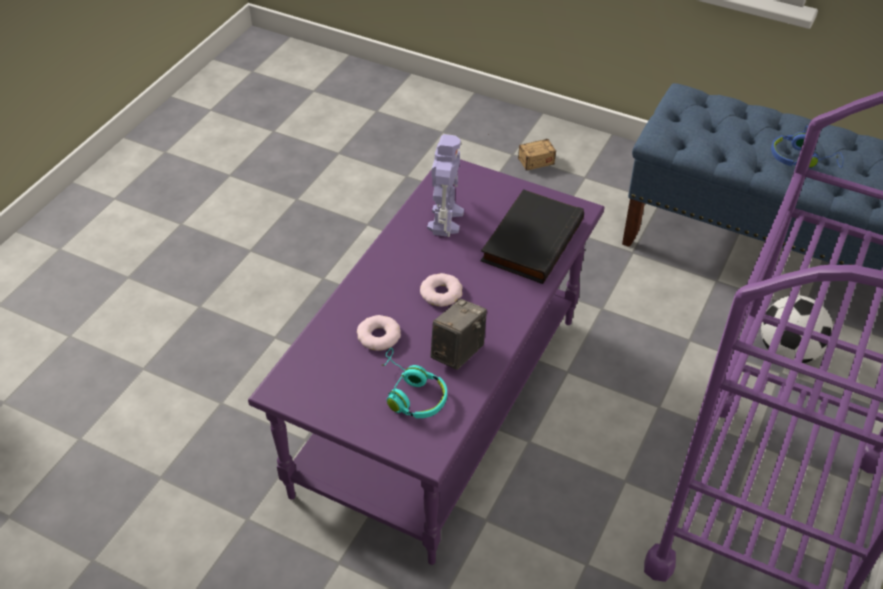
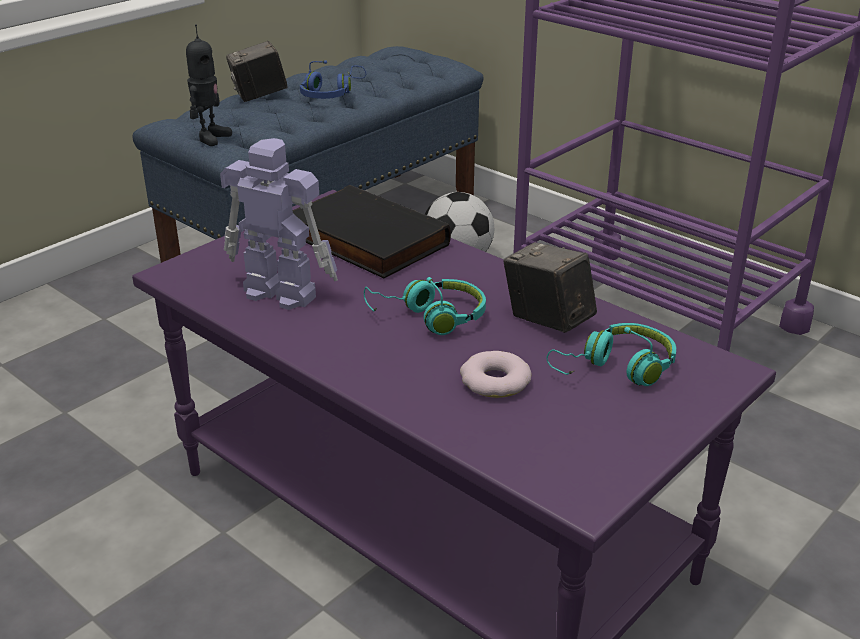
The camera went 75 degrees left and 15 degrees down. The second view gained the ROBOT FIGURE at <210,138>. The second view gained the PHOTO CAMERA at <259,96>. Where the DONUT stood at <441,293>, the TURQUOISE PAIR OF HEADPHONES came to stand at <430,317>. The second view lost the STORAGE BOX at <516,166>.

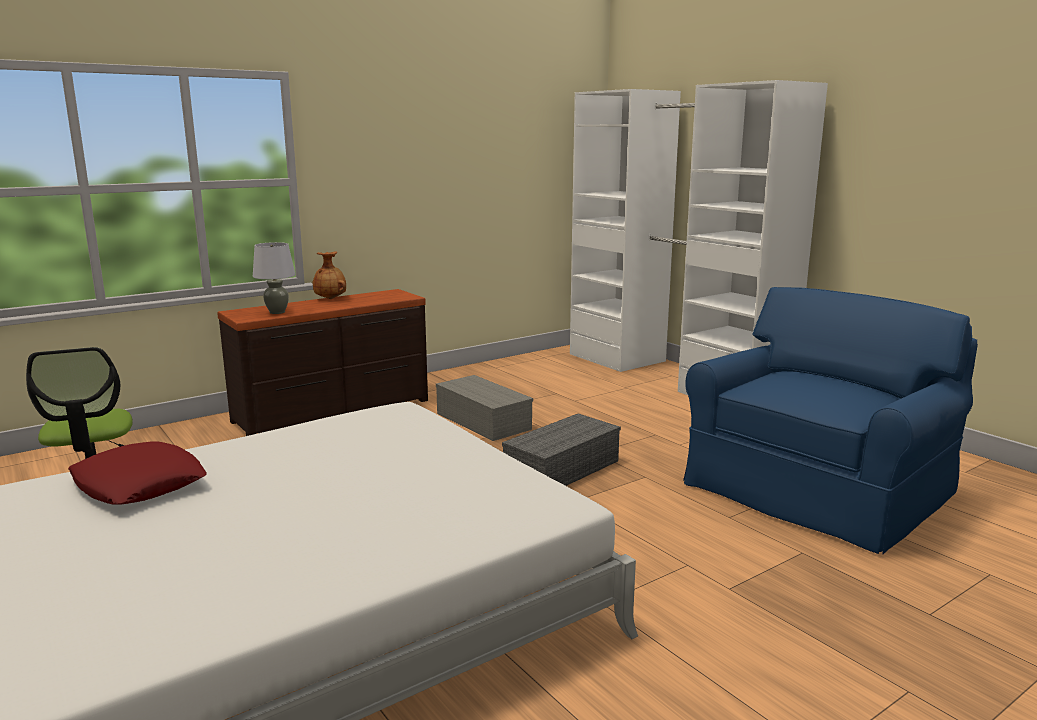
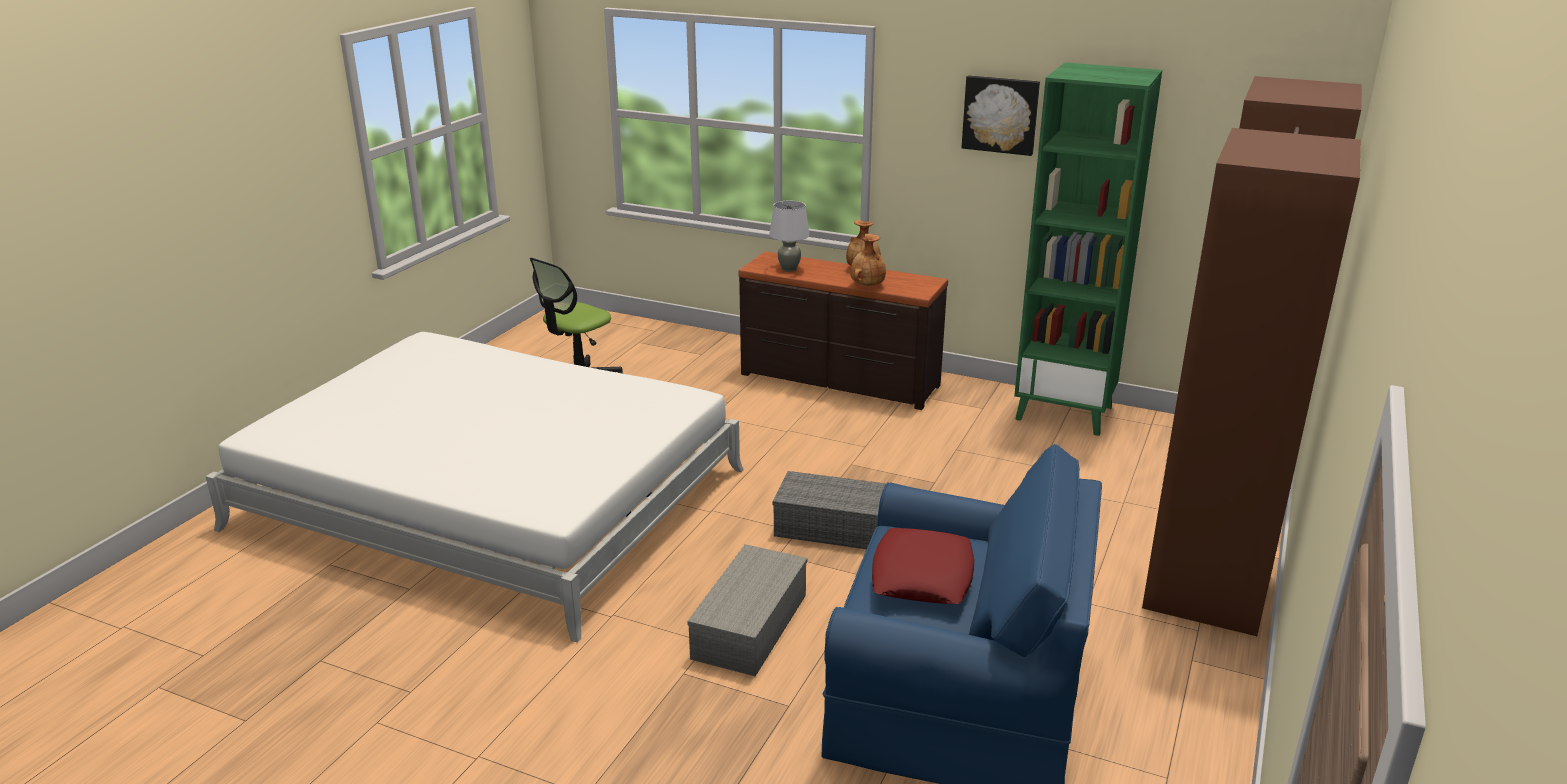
The camera went 60 degrees right and 10 degrees up. The GREYISH STORAGE BOX ended up elsewhere, having gone from <481,421> to <749,624>. The second view gained the BROWN-COLOURED FLOWER VASE at <867,285>. The RED THROW PILLOW ended up elsewhere, having gone from <138,484> to <922,576>. The second view gained the PICTURE at <1000,114>. The second view gained the GREENISH BOOKSHELF at <1065,413>. What was the WHITISH CLOTHES CUPBOARD at <672,375> turned into the BROWN-COLOURED CLOTHES CUPBOARD at <1219,522>.

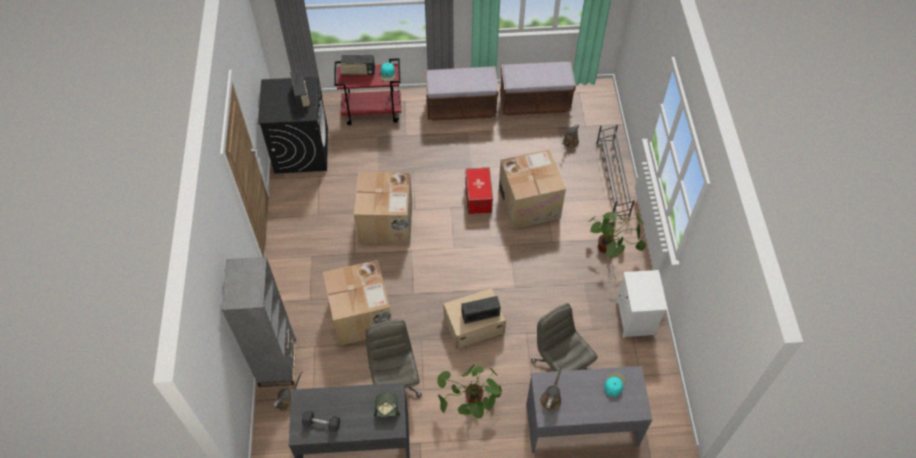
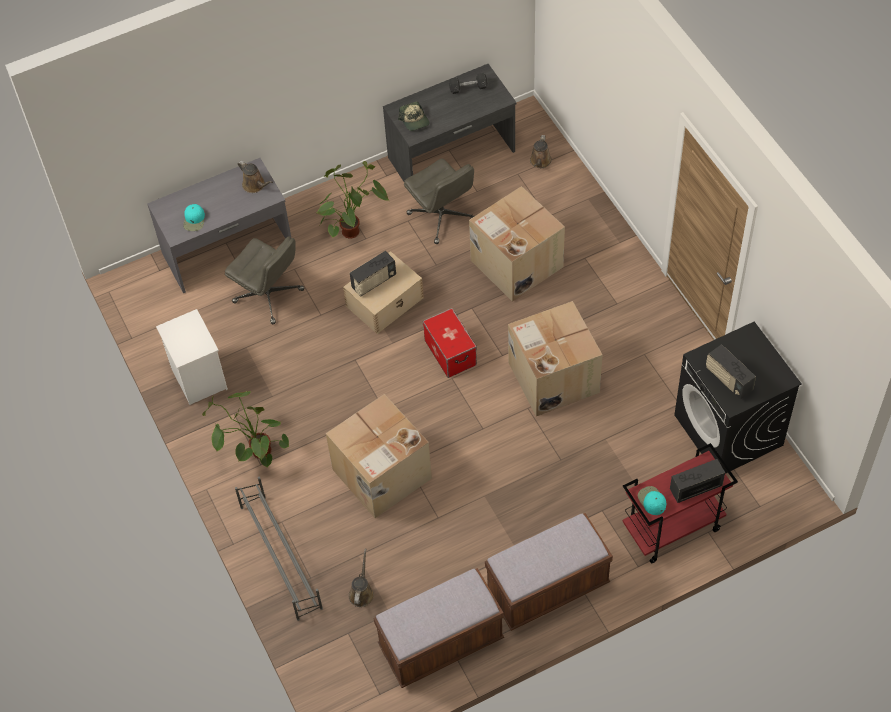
The camera went 160 degrees right and 0 degrees up. The BROWN-COLOURED WATERING CAN at <551,398> ended up facing another way, 45 degrees counterclockwise from before. The STORAGE BOX ended up elsewhere, having gone from <478,198> to <450,352>. The second view lost the GREYISH BOOKSHELF at <278,362>.

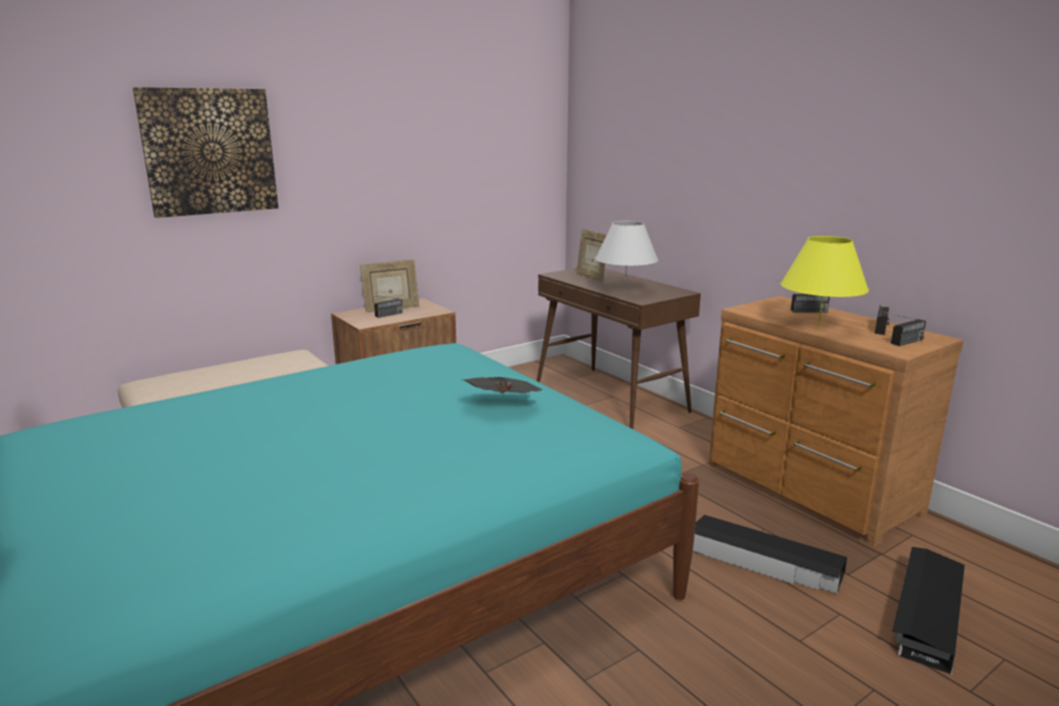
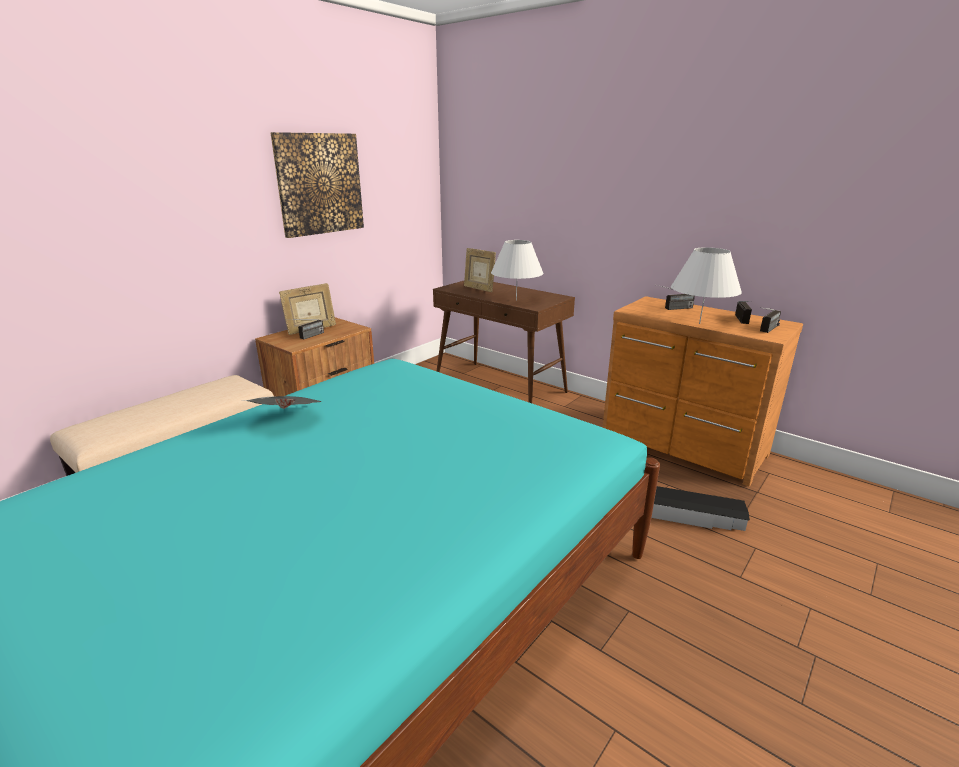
The camera went 15 degrees left and 5 degrees up. The PRINTED PAPER ended up elsewhere, having gone from <504,406> to <288,419>. The PICTURE ended up elsewhere, having gone from <209,151> to <319,184>. What was the YELLOWISH LAMP FOR A TABLE at <817,329> turned into the WHITISH LAMP FOR A TABLE at <699,323>. The second view lost the BLACK-COLOURED STORAGE BOX at <926,614>.

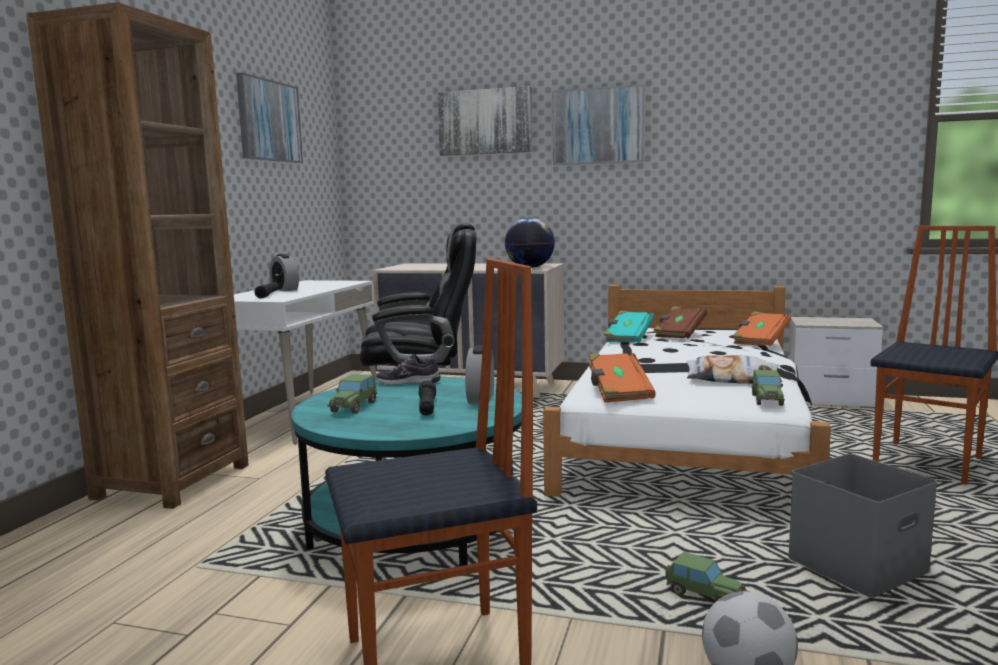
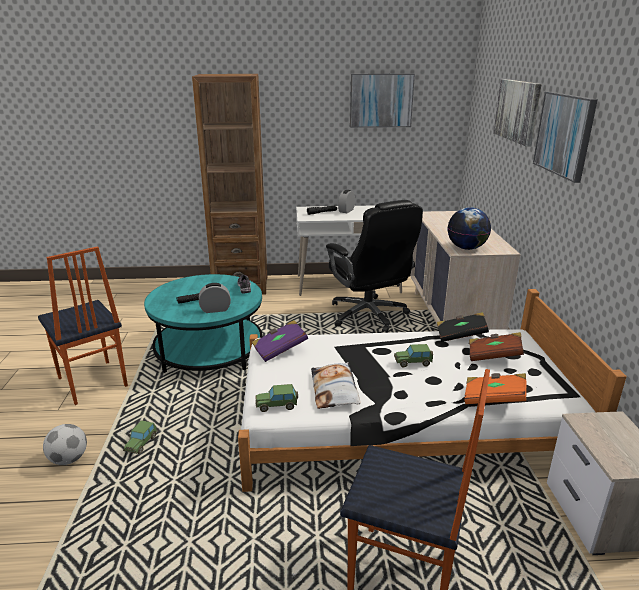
The camera went 70 degrees right and 15 degrees up. What was the ORANGE-COLOURED BOOK at <618,392> turned into the PURPLE BOOK at <279,350>. The MINIATURE CAR ended up elsewhere, having gone from <354,407> to <413,362>. What was the TURQUOISE BOOK at <628,338> turned into the BLACK-COLOURED BOOK at <460,336>. The second view lost the GREYISH STORAGE BOX at <856,564>.

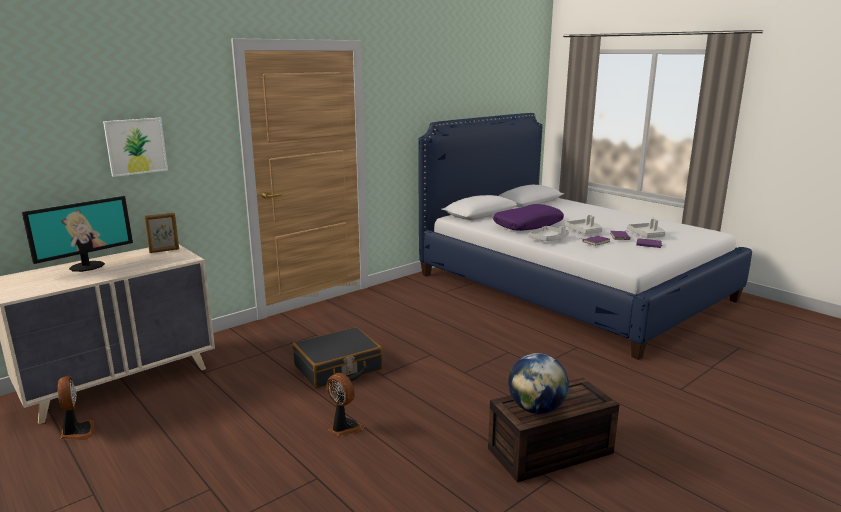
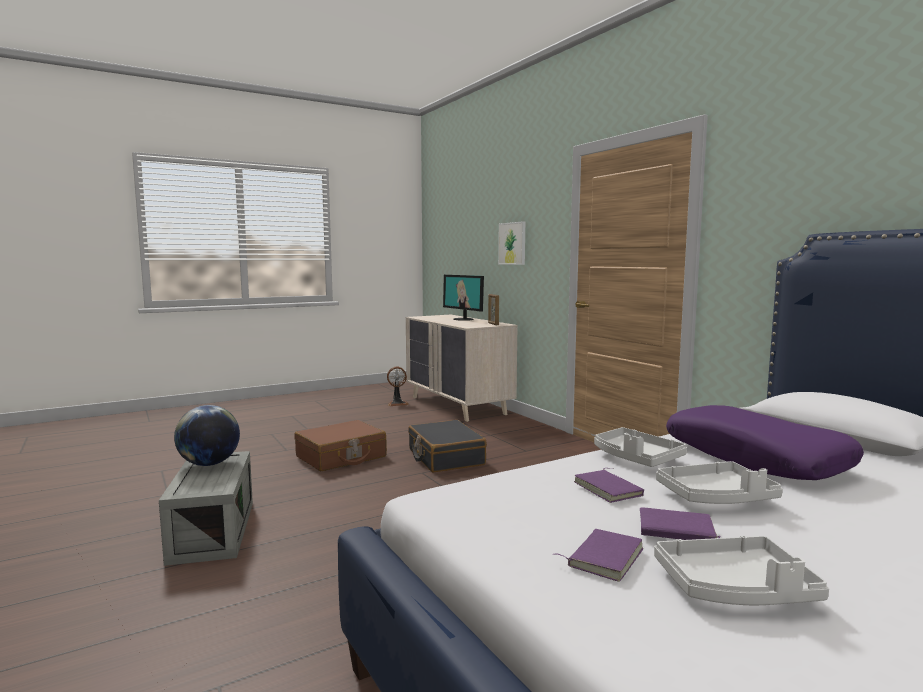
The camera went 100 degrees right and 10 degrees down. What was the BROWN-COLOURED STORAGE BOX at <550,452> turned into the GREYISH STORAGE BOX at <211,530>. Where the ELECTRIC FAN stood at <343,427>, the BROWN-COLOURED PIECE OF LUGGAGE came to stand at <341,457>.

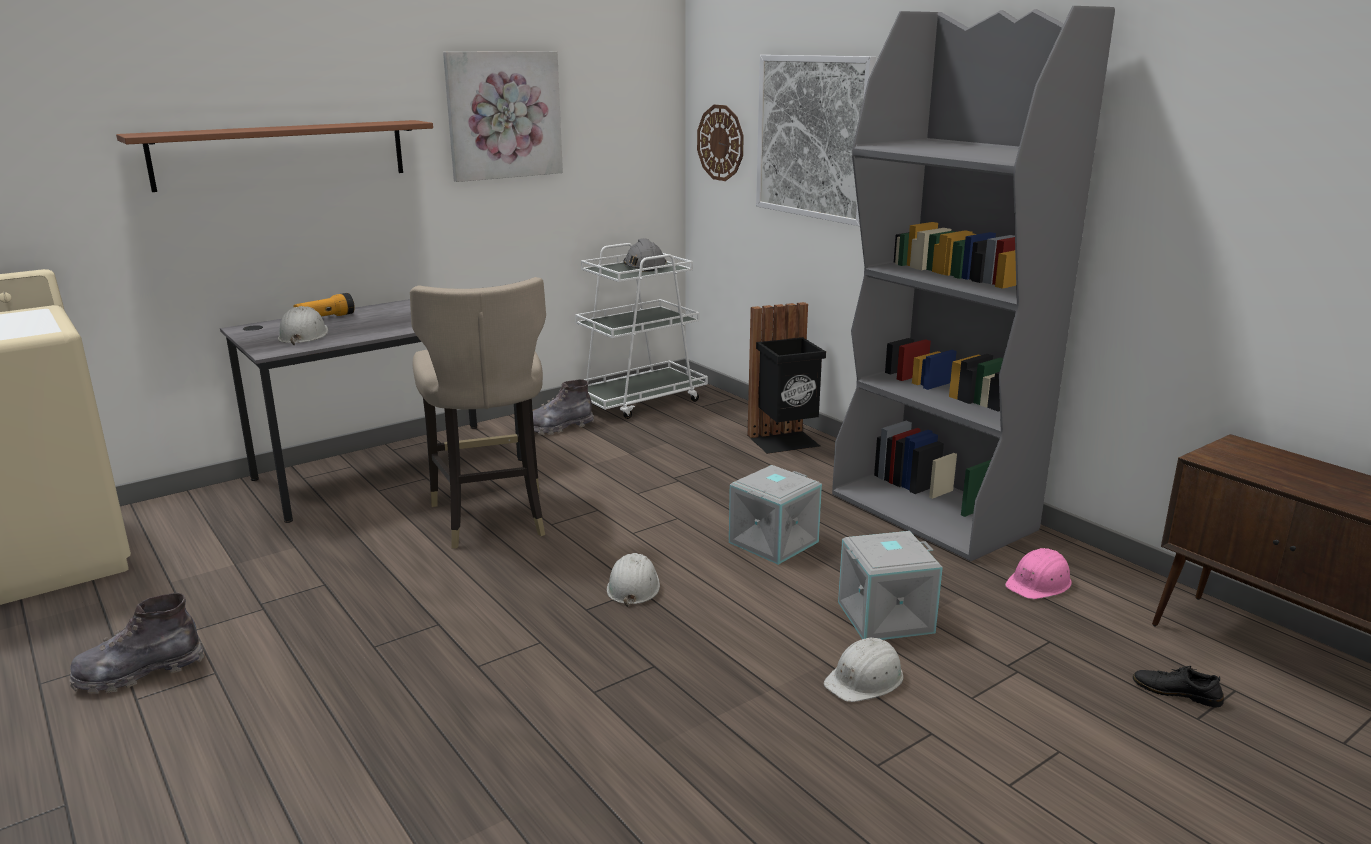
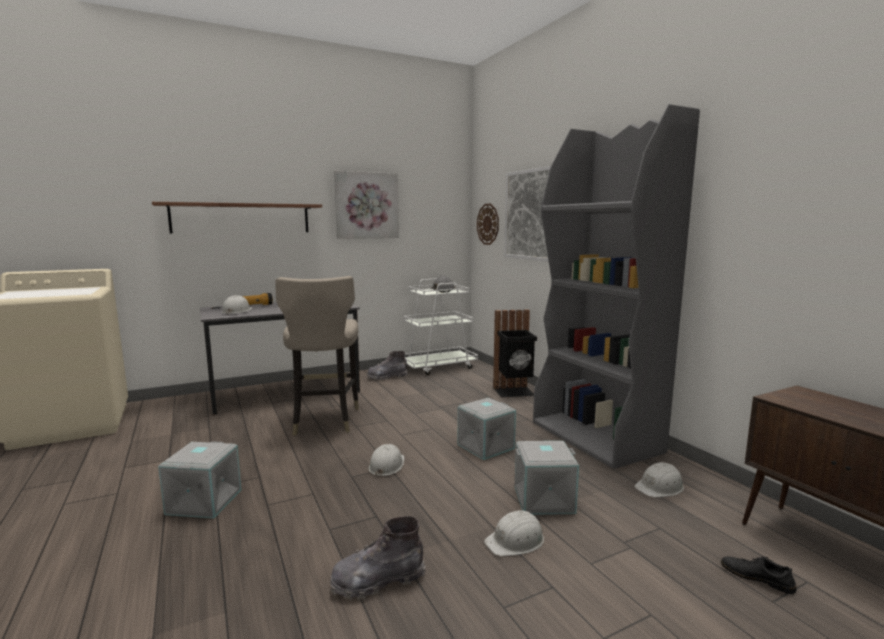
The camera went 10 degrees right and 10 degrees down. The second view gained the GREYISH STORAGE BOX at <203,501>. The GREYISH BOOT ended up elsewhere, having gone from <139,672> to <378,581>. What was the PINKISH SAFETY HELMET at <1039,583> turned into the WHITISH SAFETY HELMET at <660,487>.

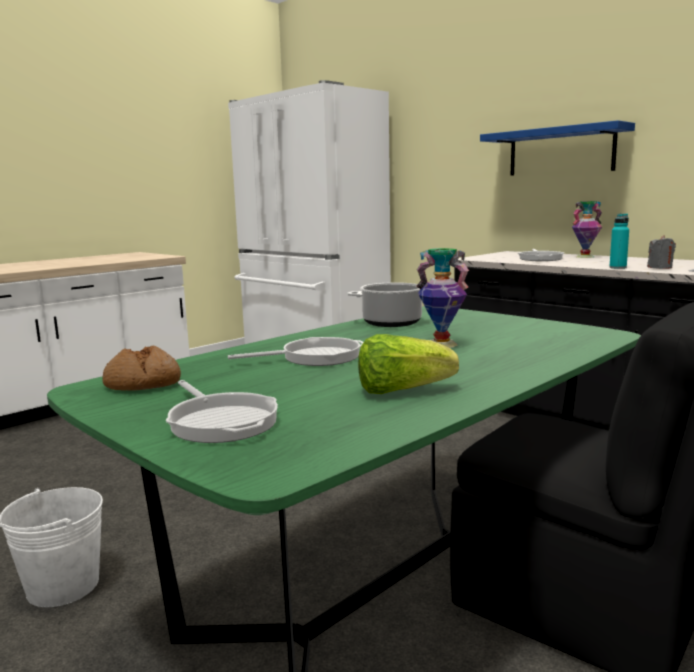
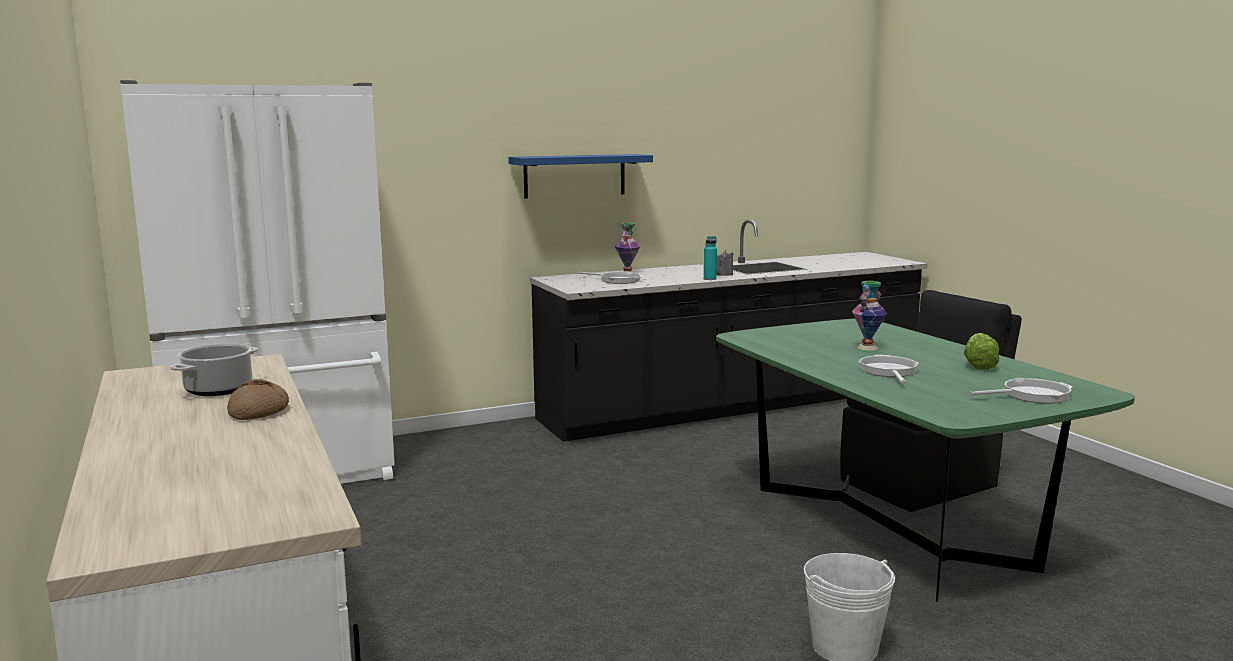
The camera went 70 degrees left and 0 degrees up. The COOKING POT ended up elsewhere, having gone from <392,322> to <219,389>. The BREAD ended up elsewhere, having gone from <143,384> to <259,412>.

